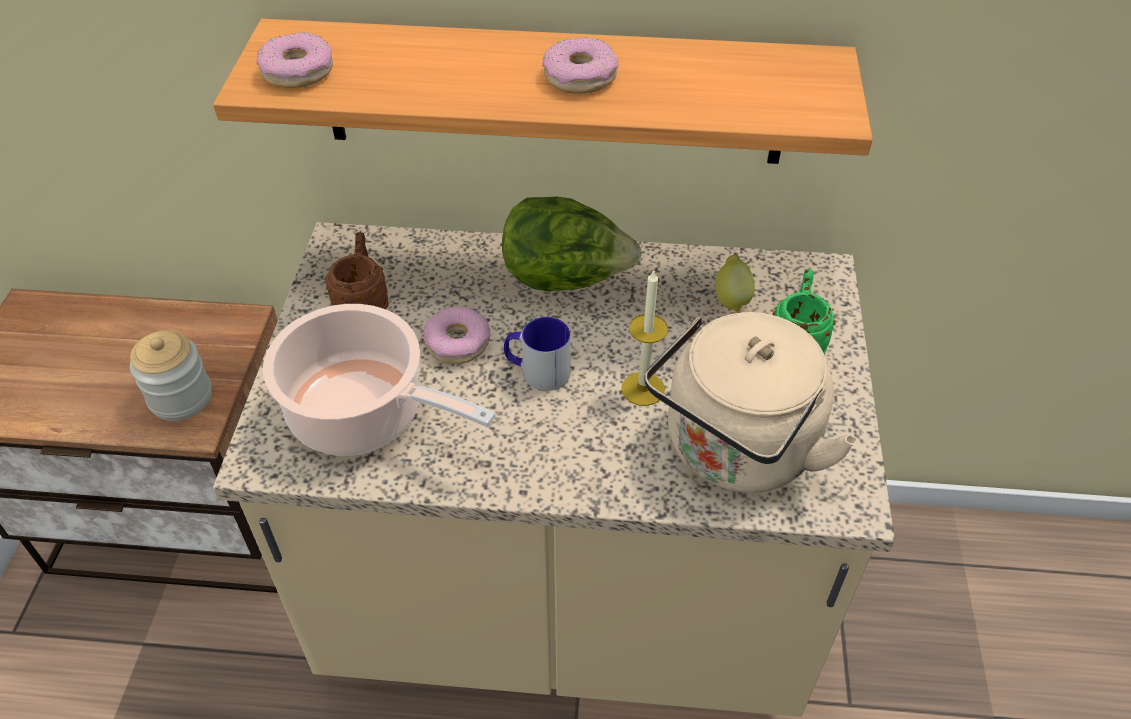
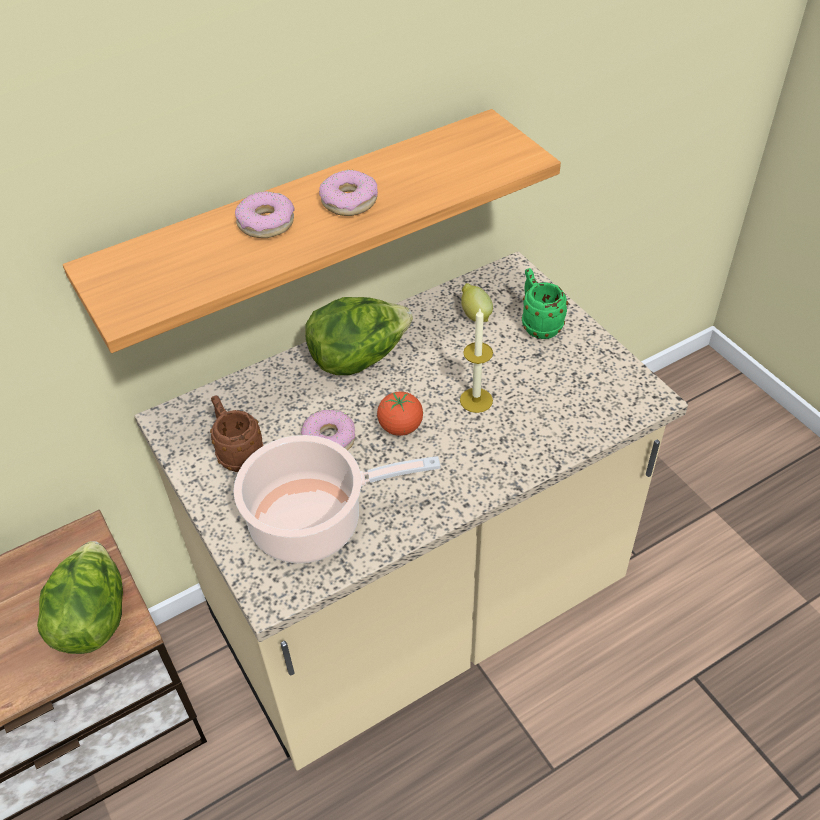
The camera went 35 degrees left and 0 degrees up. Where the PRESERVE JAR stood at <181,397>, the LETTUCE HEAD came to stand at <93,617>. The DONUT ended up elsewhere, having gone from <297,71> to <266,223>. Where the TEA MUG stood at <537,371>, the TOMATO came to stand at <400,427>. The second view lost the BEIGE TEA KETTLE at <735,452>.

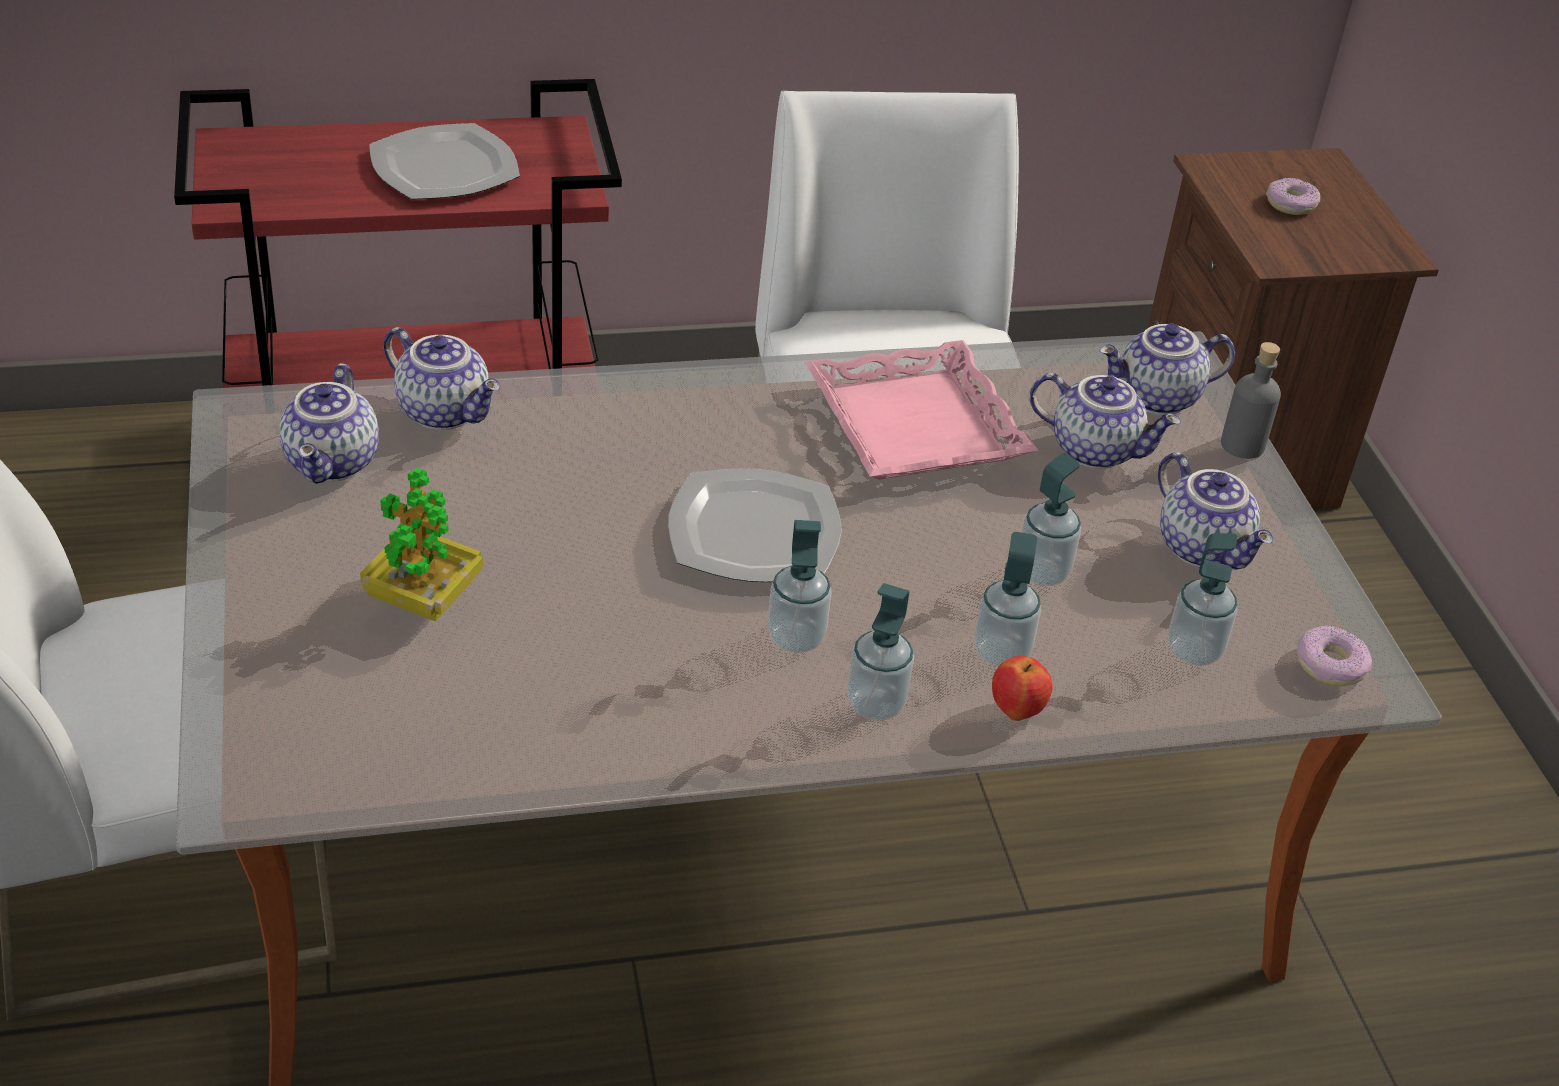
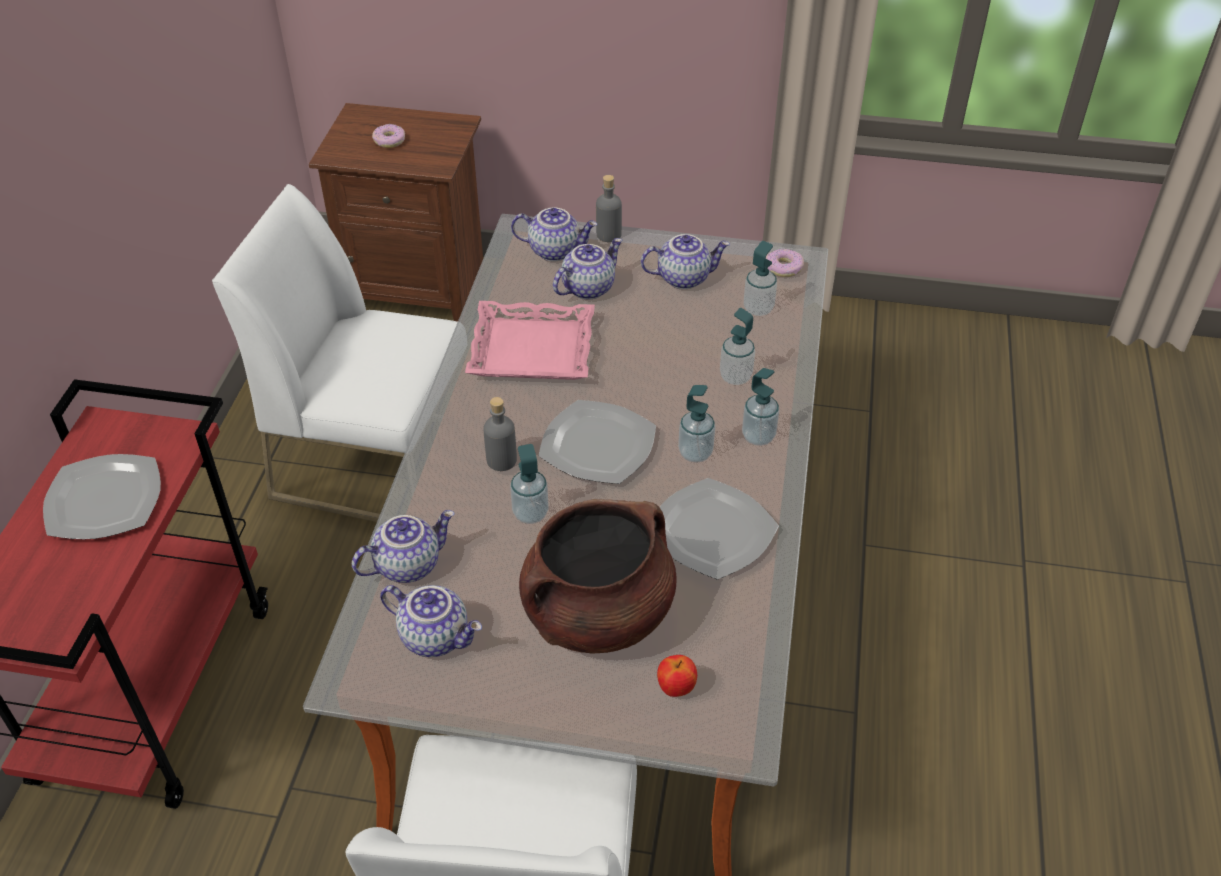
The camera went 65 degrees left and 5 degrees up. The second view gained the GREYISH DRINK BOTTLE at <501,460>. The SOAP BOTTLE ended up elsewhere, having gone from <1042,573> to <530,513>. The TEA POT at <1157,399> ended up facing another way, 90 degrees counterclockwise from before. Where the POTTED PLANT stood at <424,599>, the BROWN-COLOURED COOKING POT came to stand at <597,614>. The WHOLE APPLE ended up elsewhere, having gone from <1016,711> to <676,688>. The second view gained the FLAT DISH at <711,530>.

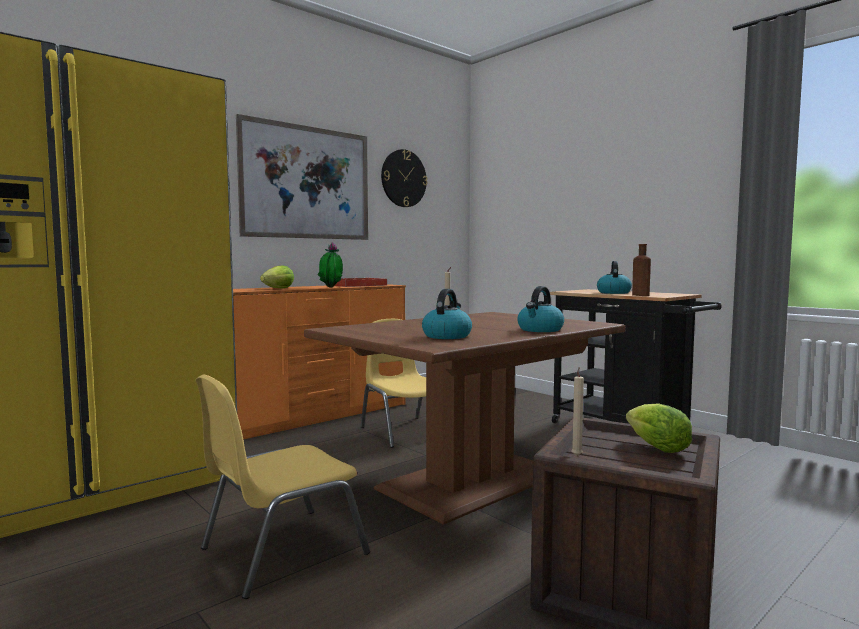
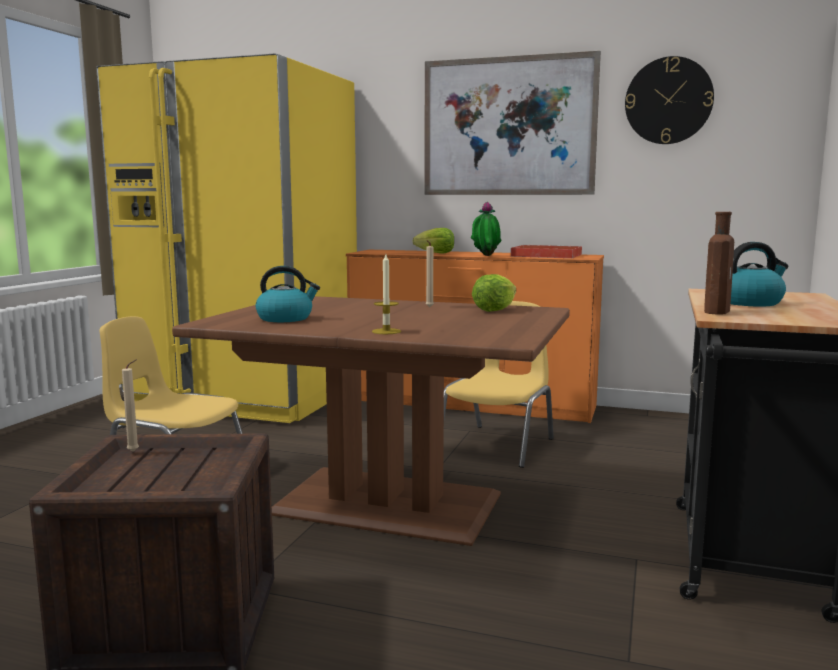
The camera went 60 degrees right and 5 degrees up. Where the TEA KETTLE stood at <540,330>, the CANDLE came to stand at <386,331>. The LETTUCE HEAD ended up elsewhere, having gone from <657,448> to <494,310>.

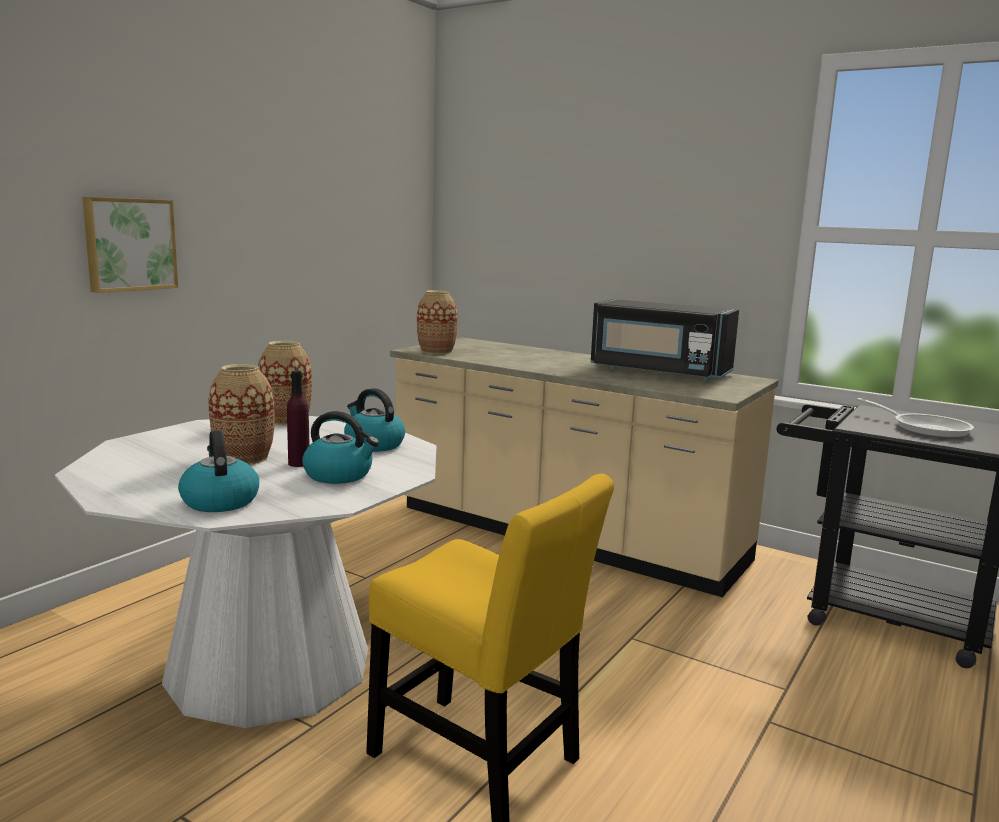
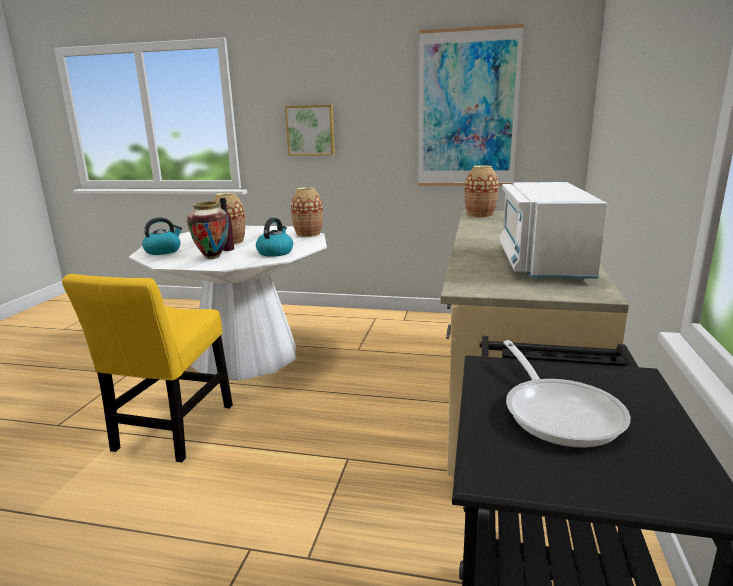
The camera went 70 degrees right and 5 degrees up. Where the TEA KETTLE stood at <339,475>, the FLOWER VASE came to stand at <212,257>. The second view gained the PICTURE at <467,110>. What was the BLACK-COLOURED KITCHEN MICROWAVE at <659,372> turned into the WHITISH KITCHEN MICROWAVE at <542,262>. The SKILLET at <925,428> ended up facing another way, 45 degrees counterclockwise from before.

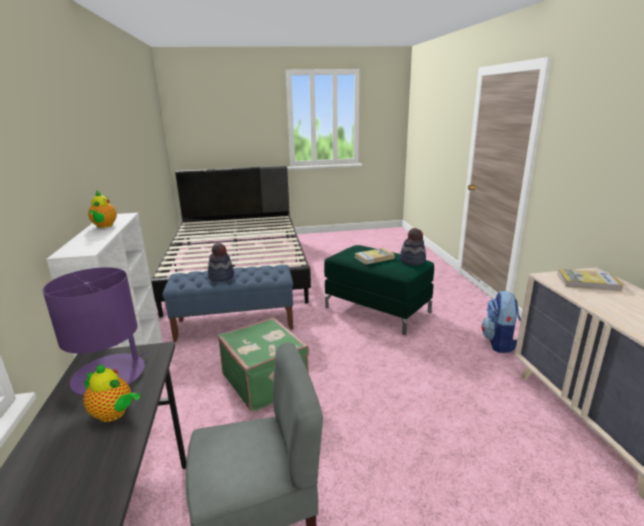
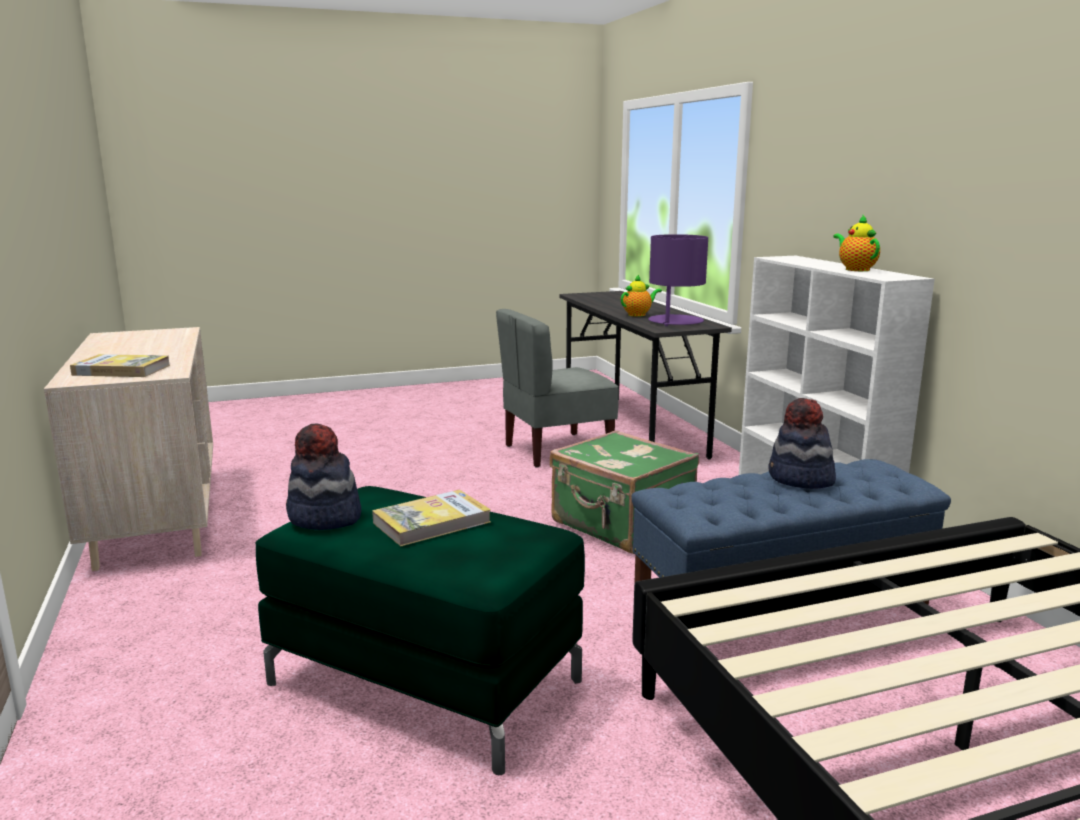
The camera went 170 degrees right and 5 degrees down. The TEA POT at <114,414> ended up facing another way, 135 degrees clockwise from before. The second view lost the RUCKSACK at <500,343>.

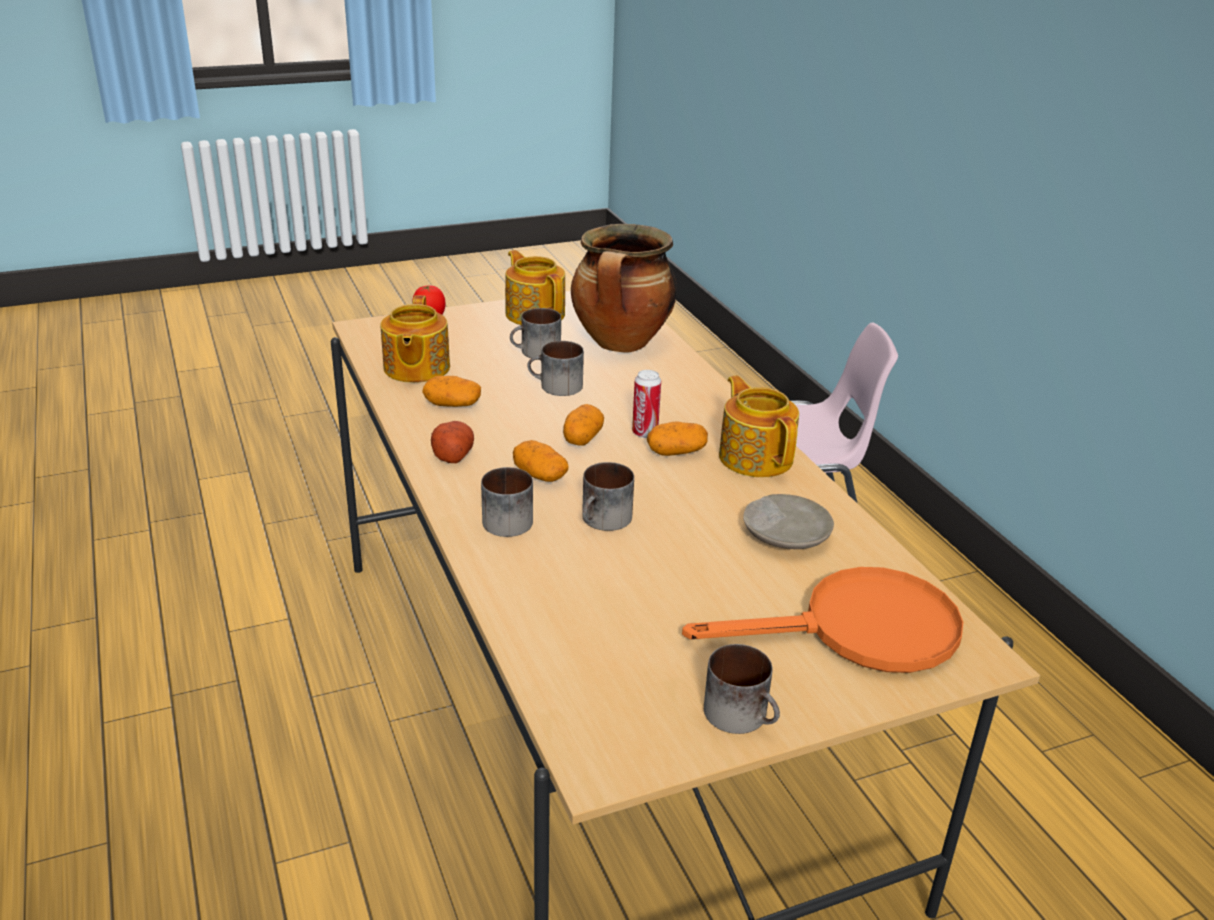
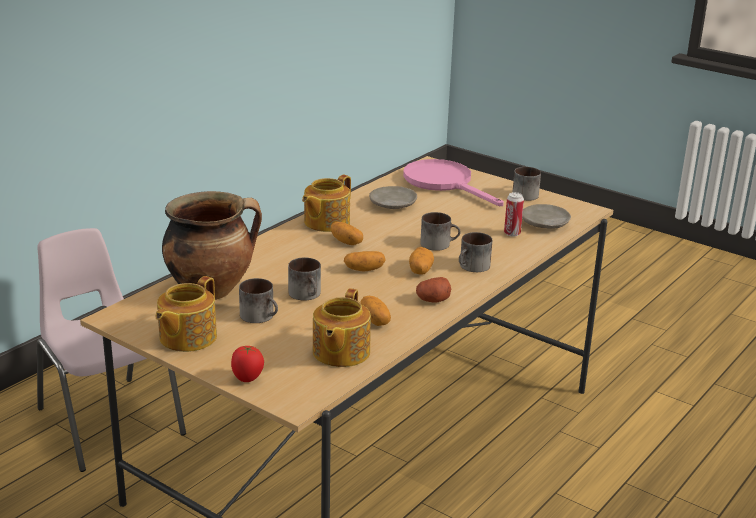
The camera went 120 degrees left and 5 degrees down. The TEA POT at <415,368> ended up facing another way, 135 degrees clockwise from before. What was the ORANGE-COLOURED SKILLET at <859,631> turned into the PINKISH SKILLET at <444,183>. The METAL CAN ended up elsewhere, having gone from <645,433> to <512,233>. The second view gained the BEIGE FLAT DISH at <544,224>.

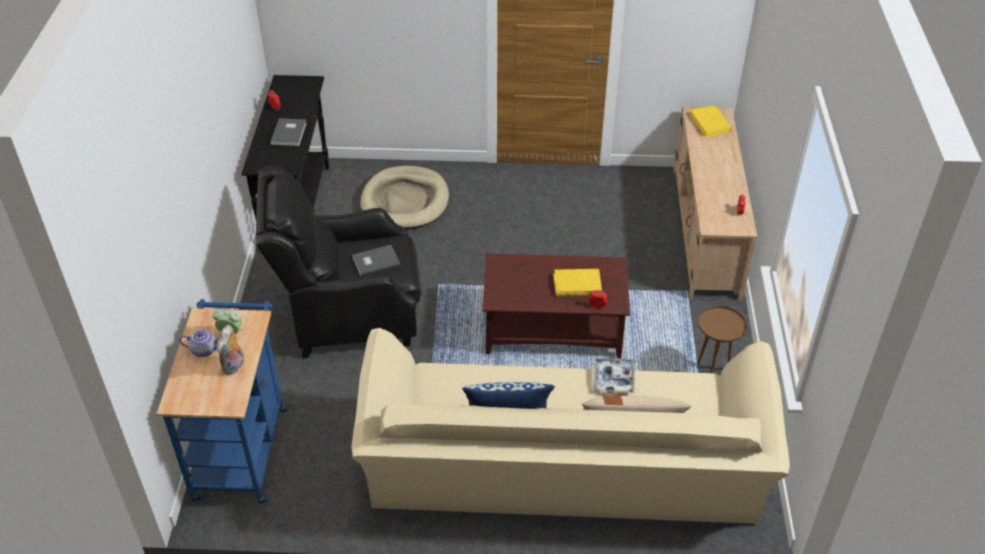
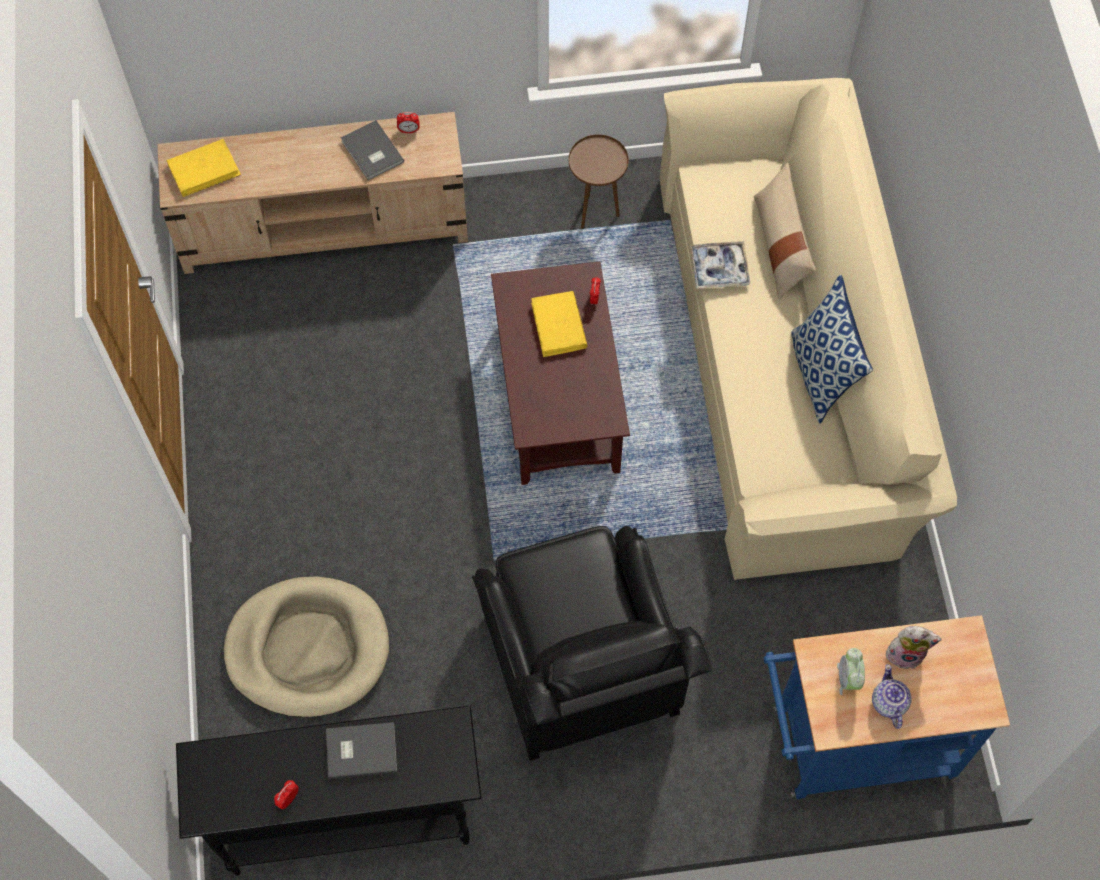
The camera went 100 degrees left and 20 degrees up. The GREYISH BOOK ended up elsewhere, having gone from <375,261> to <371,153>.

